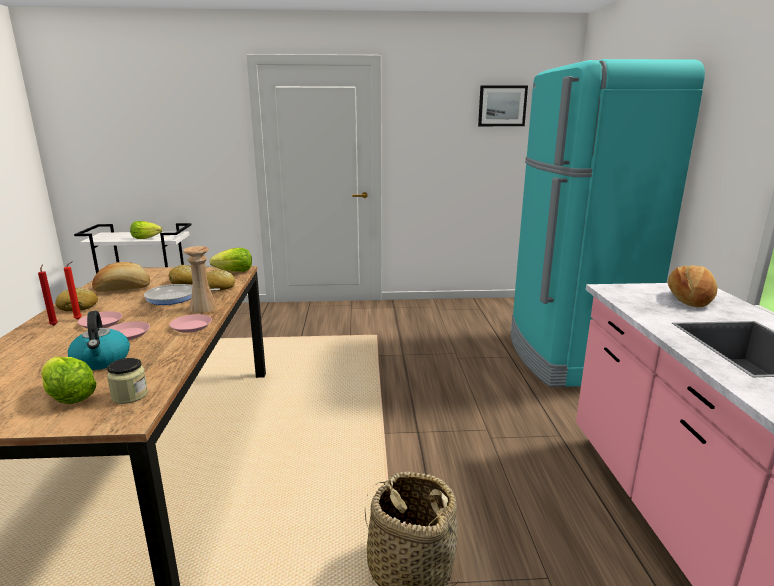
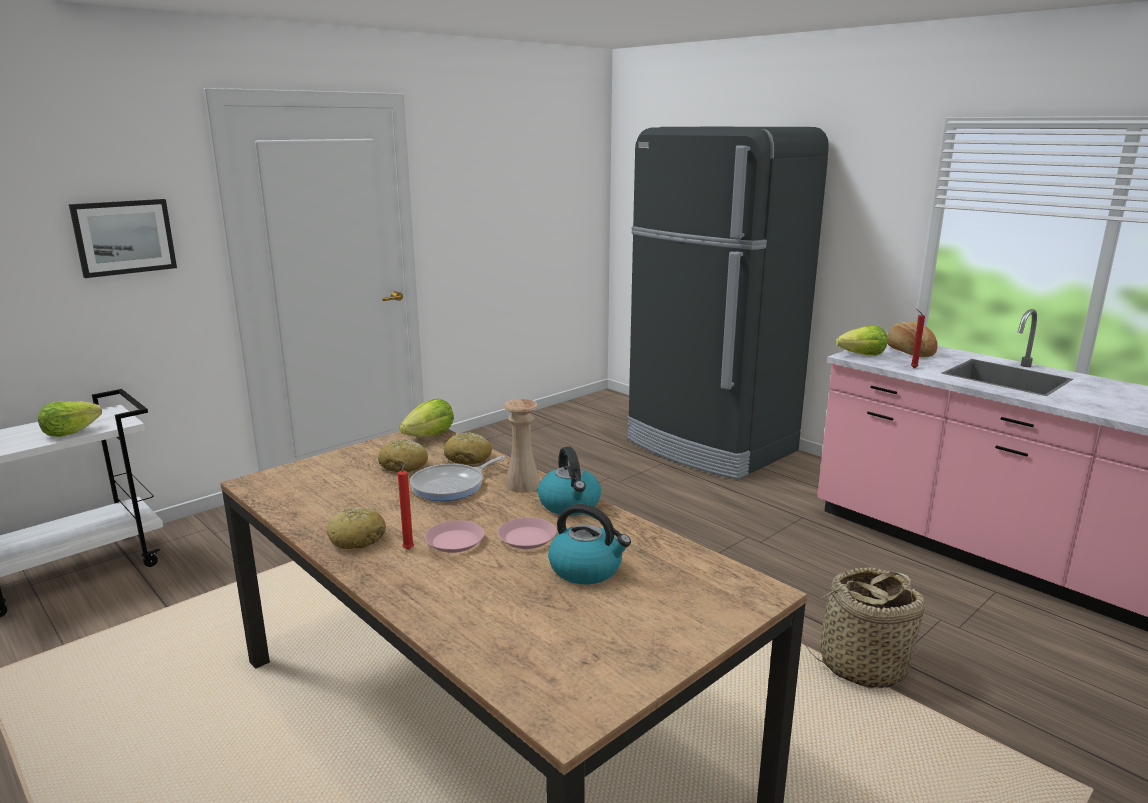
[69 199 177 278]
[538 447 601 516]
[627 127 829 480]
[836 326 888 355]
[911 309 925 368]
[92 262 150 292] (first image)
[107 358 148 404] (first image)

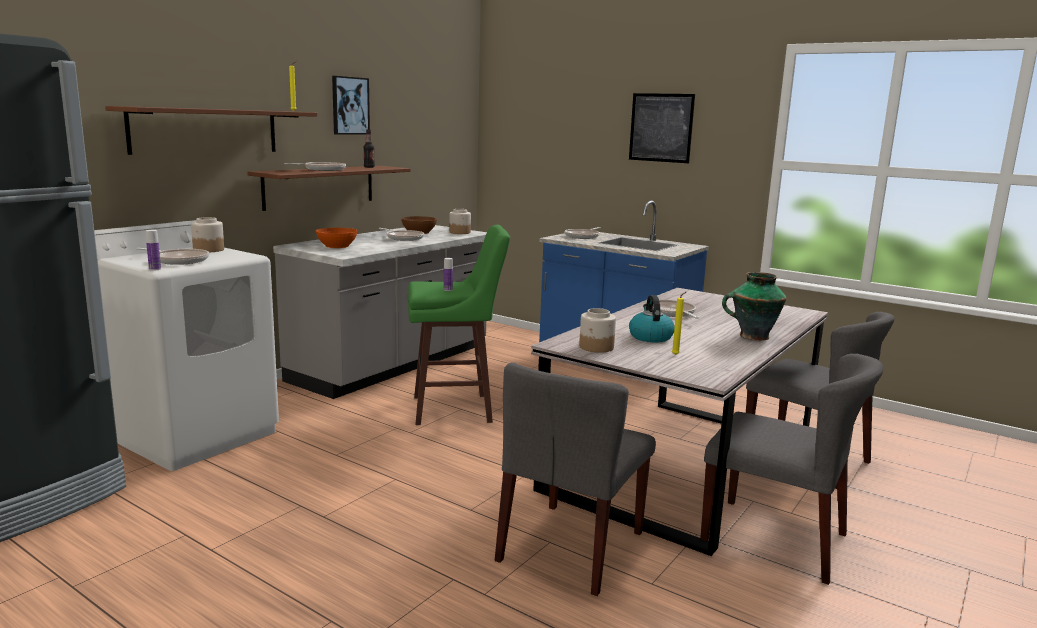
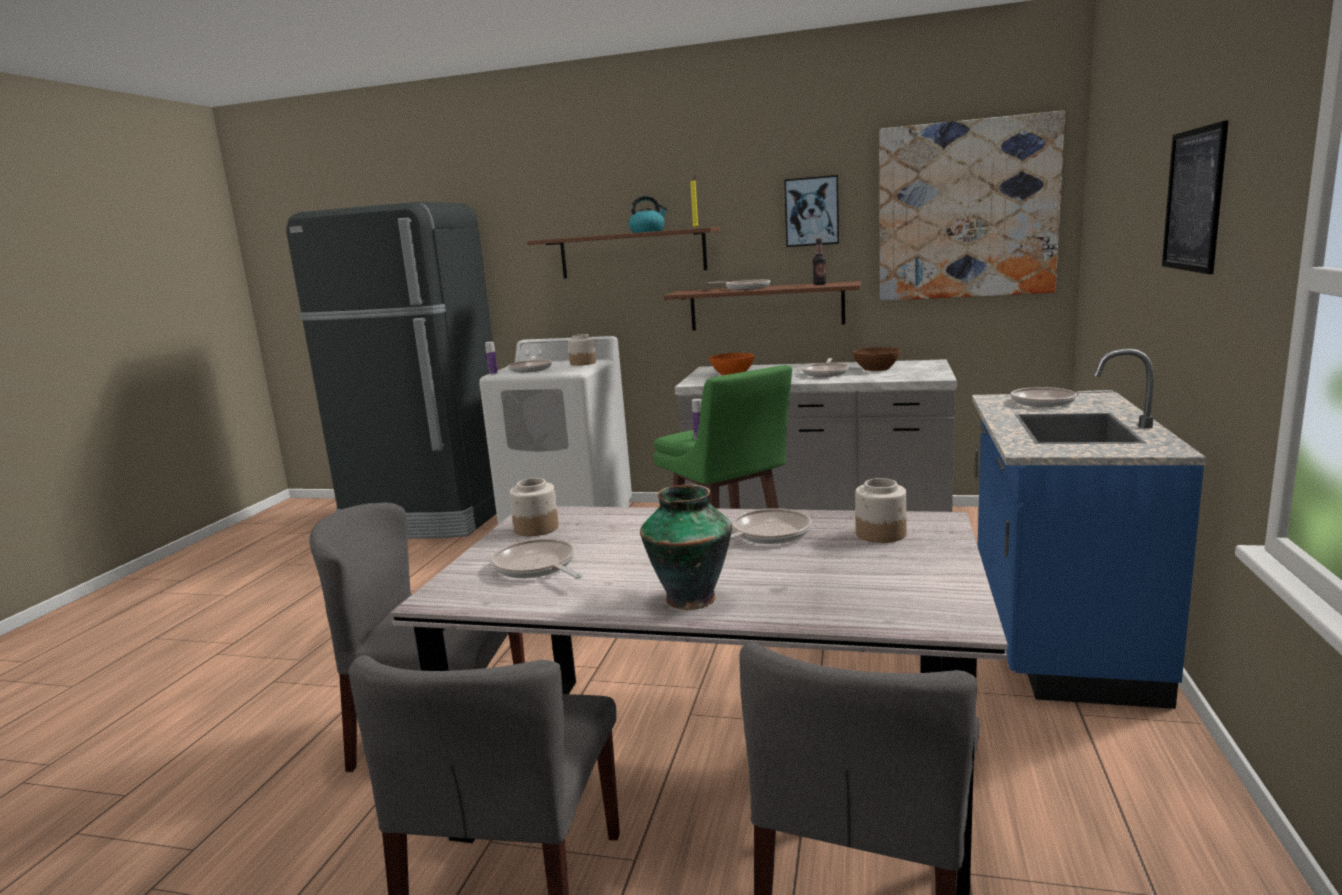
[491 538 583 579]
[628 196 668 233]
[855 478 907 543]
[879 111 1065 301]

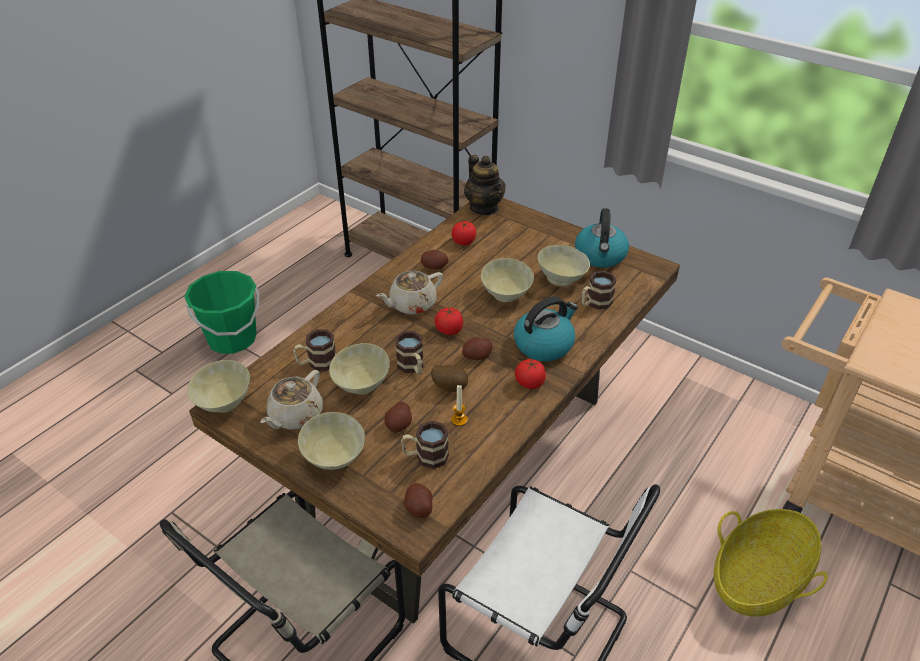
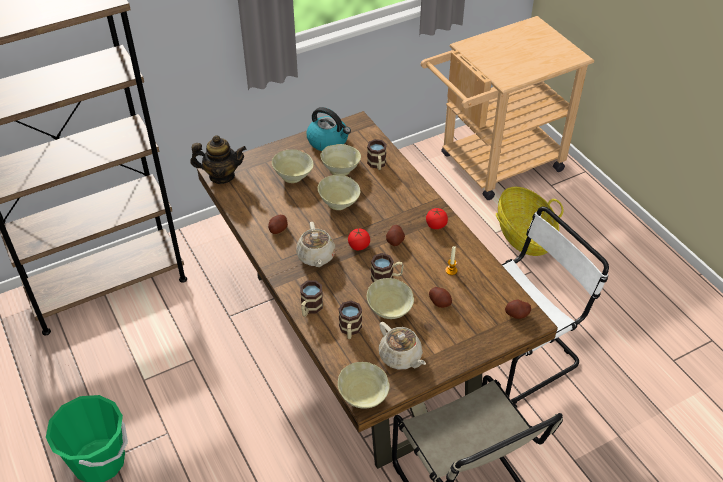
[272 149 314 183]
[300 280 323 317]
[431 365 468 392] (first image)
[452 221 476 245] (first image)
[514 296 578 361] (first image)

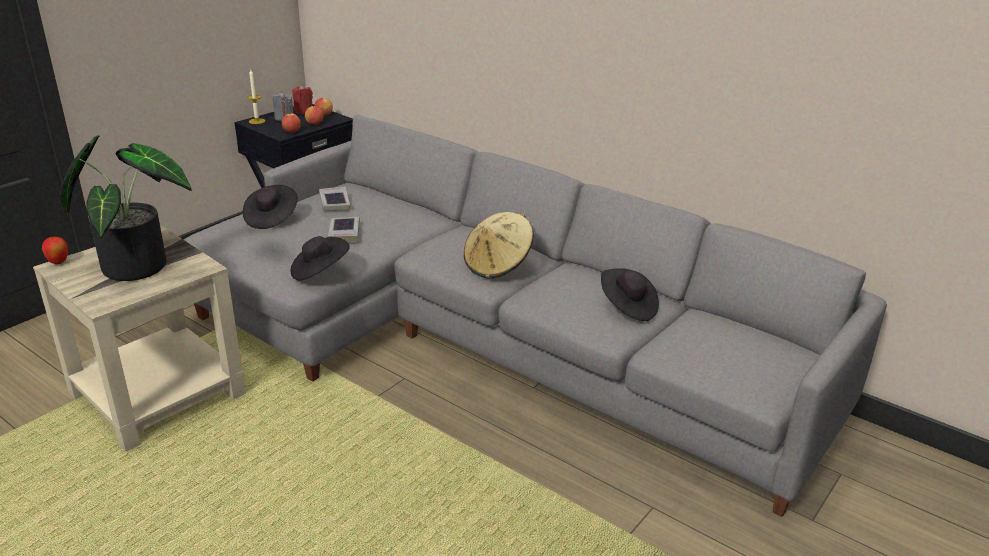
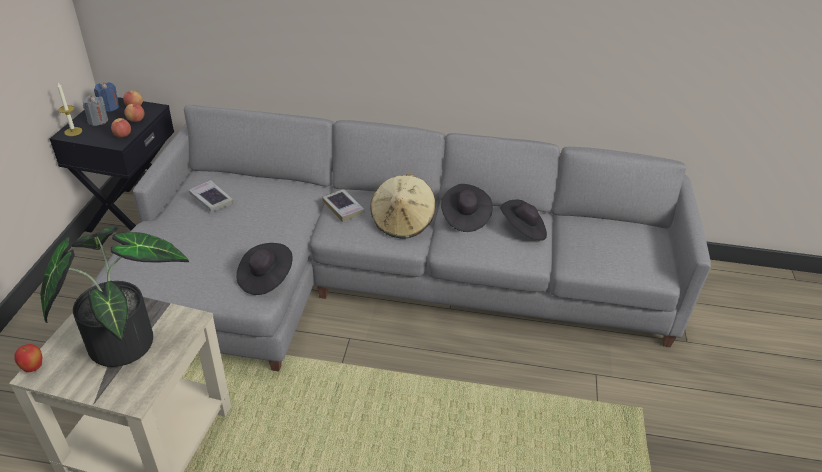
[94 82 119 112]
[322 189 365 222]
[441 184 493 232]

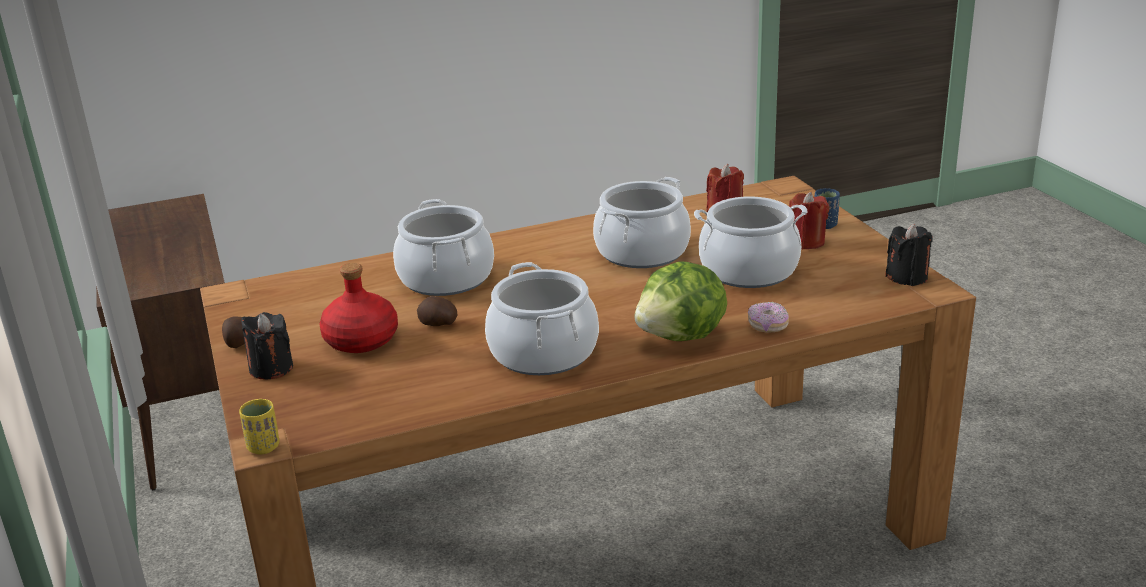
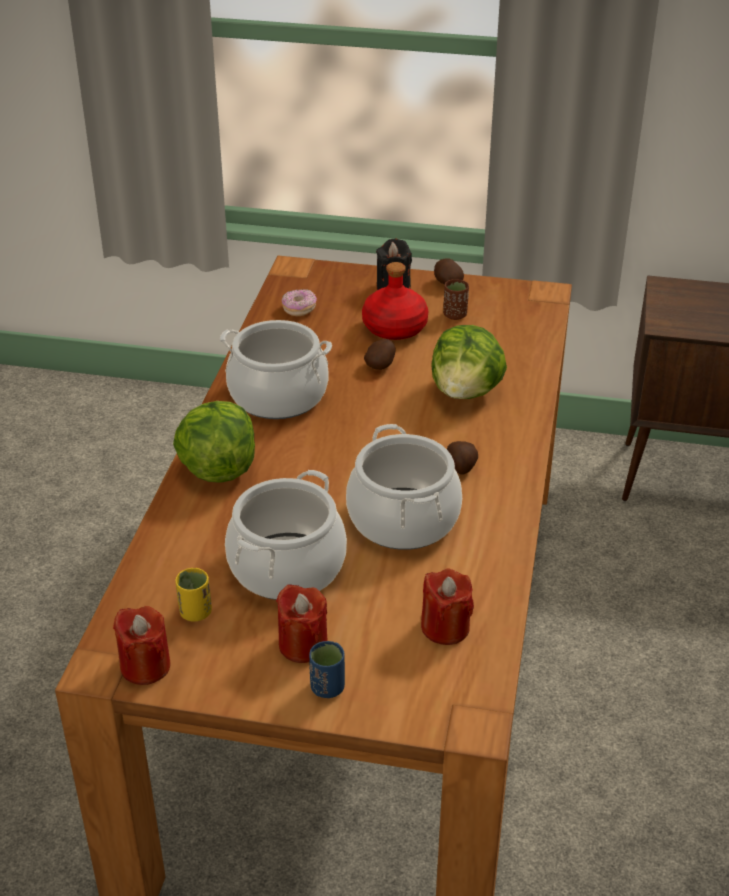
[113 606 171 685]
[175 568 212 622]
[282 289 317 316]
[431 325 507 399]
[443 279 469 320]
[447 441 478 475]

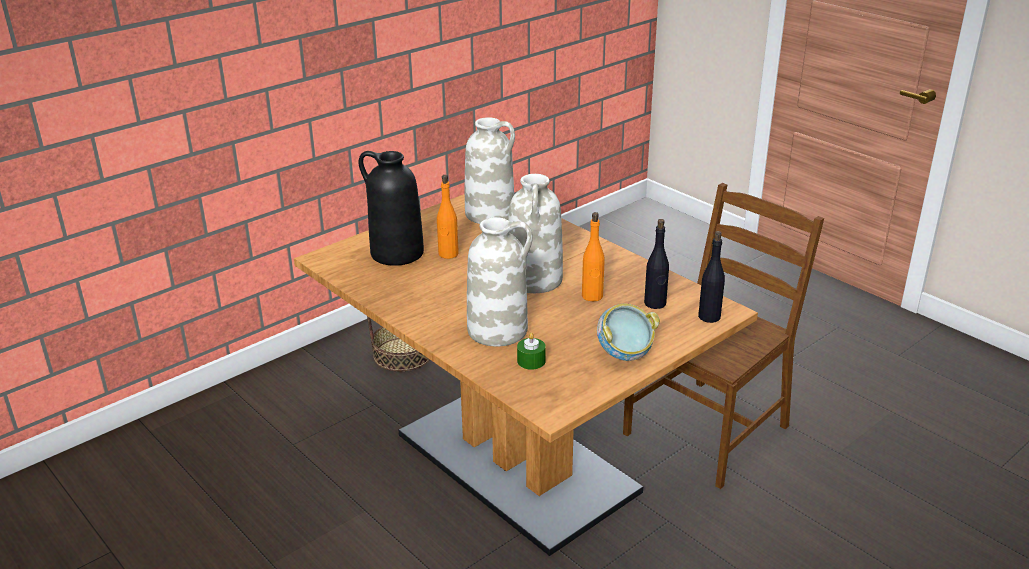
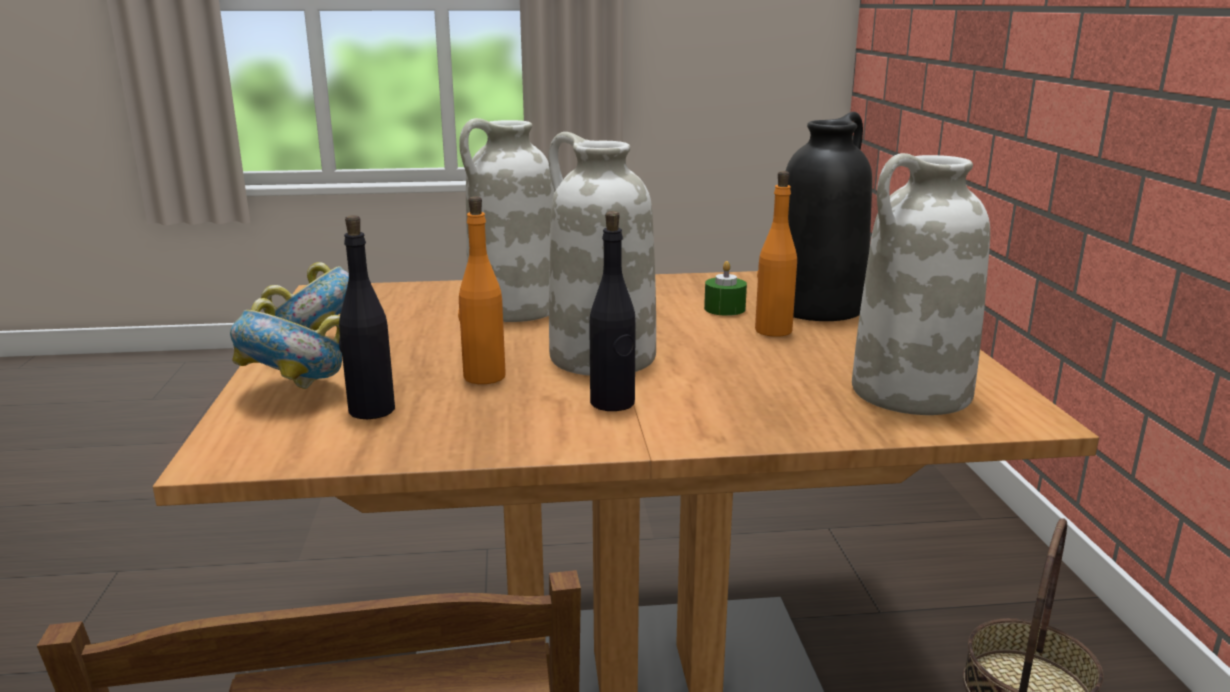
[230 298 342 389]
[589 211 636 411]
[704 261 747 316]

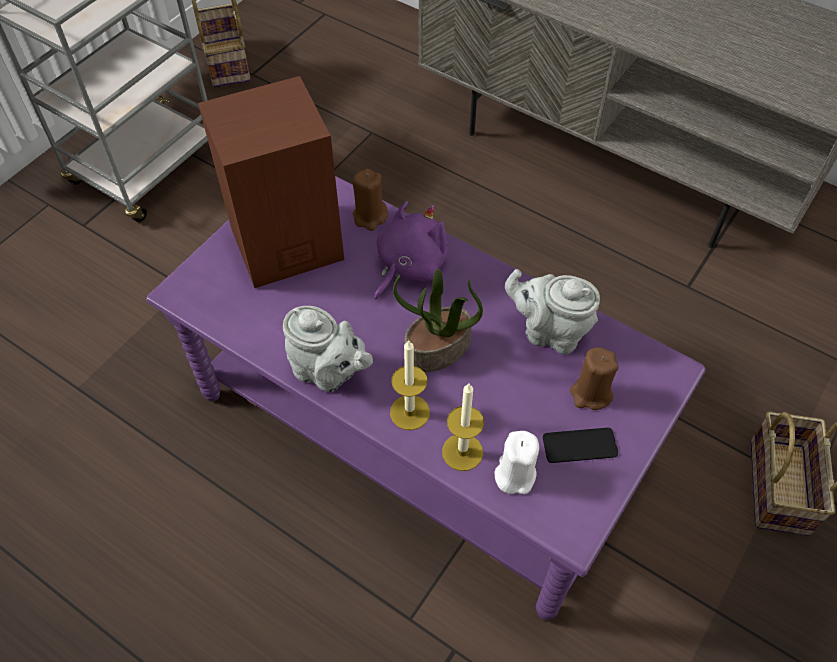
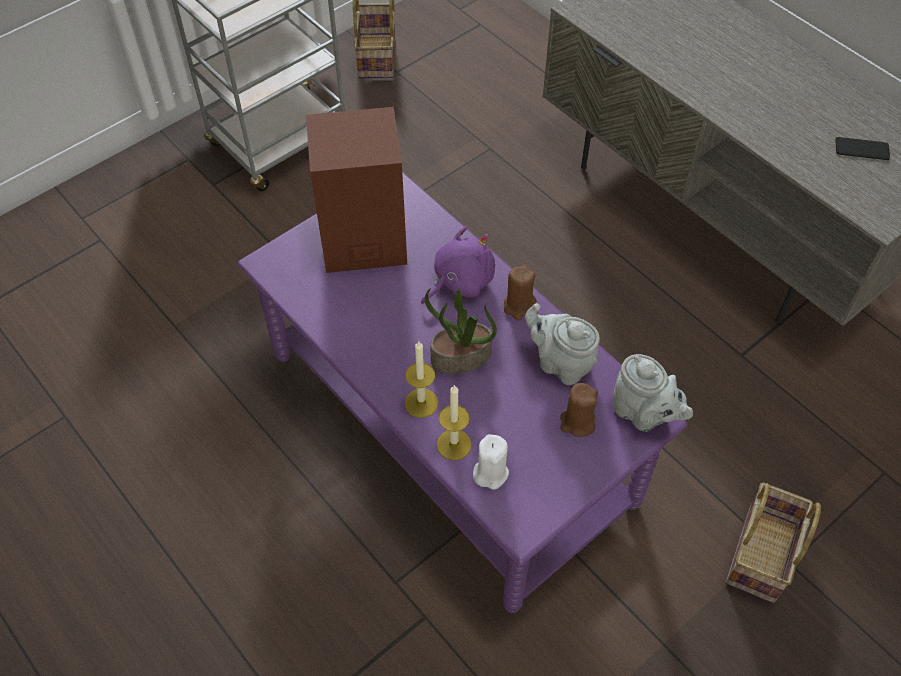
[504 266 537 320]
[614 354 693 432]
[835 137 890 160]

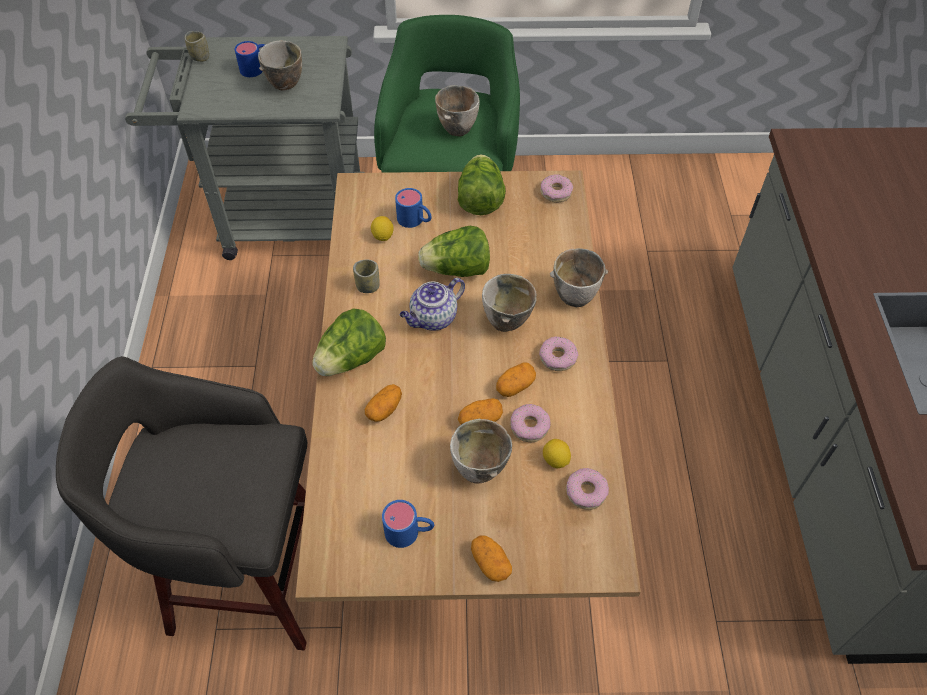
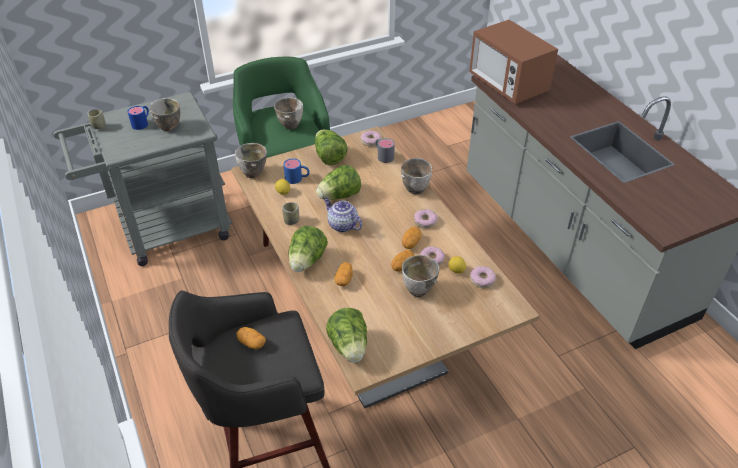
[235 143 267 178]
[236 327 266 349]
[324 197 362 232]
[326 308 367 363]
[375 138 395 163]
[469 20 558 104]
[382 500 434 548] (first image)

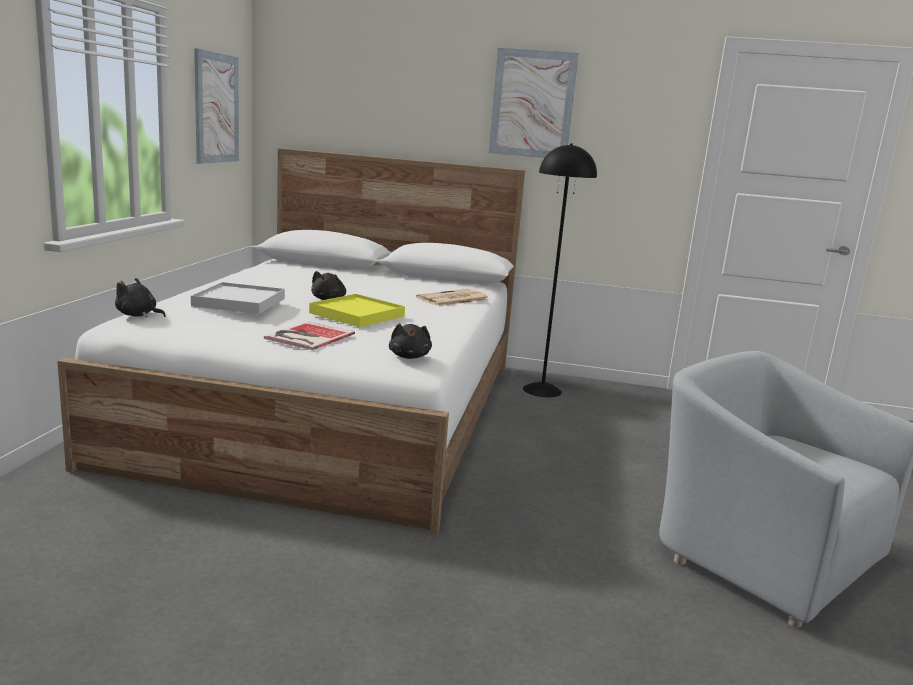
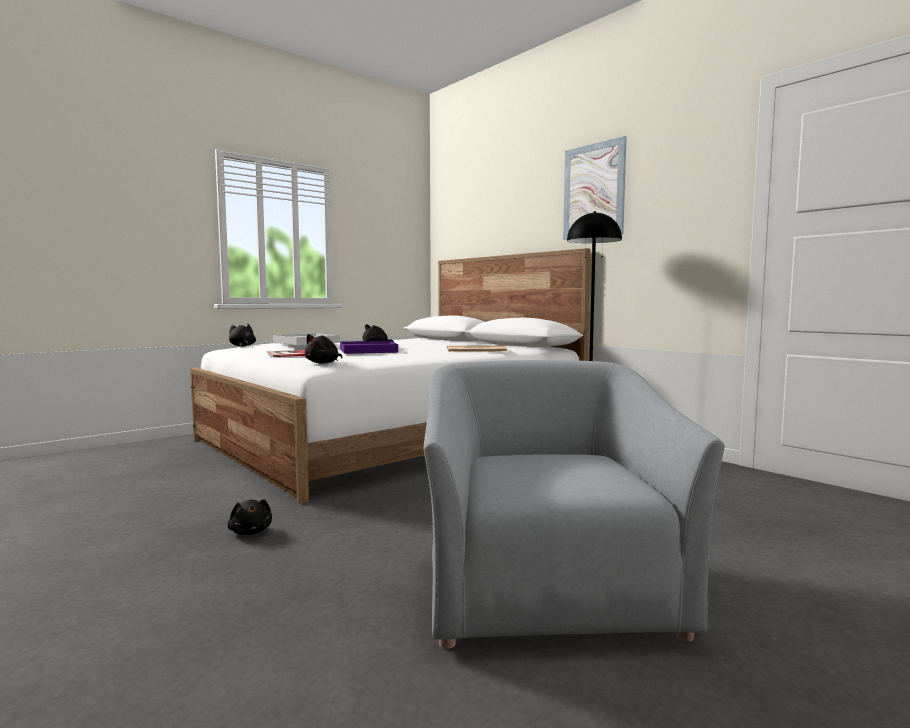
[227 499 272 535]
[340 341 398 354]
[194 48 239 164] (first image)

